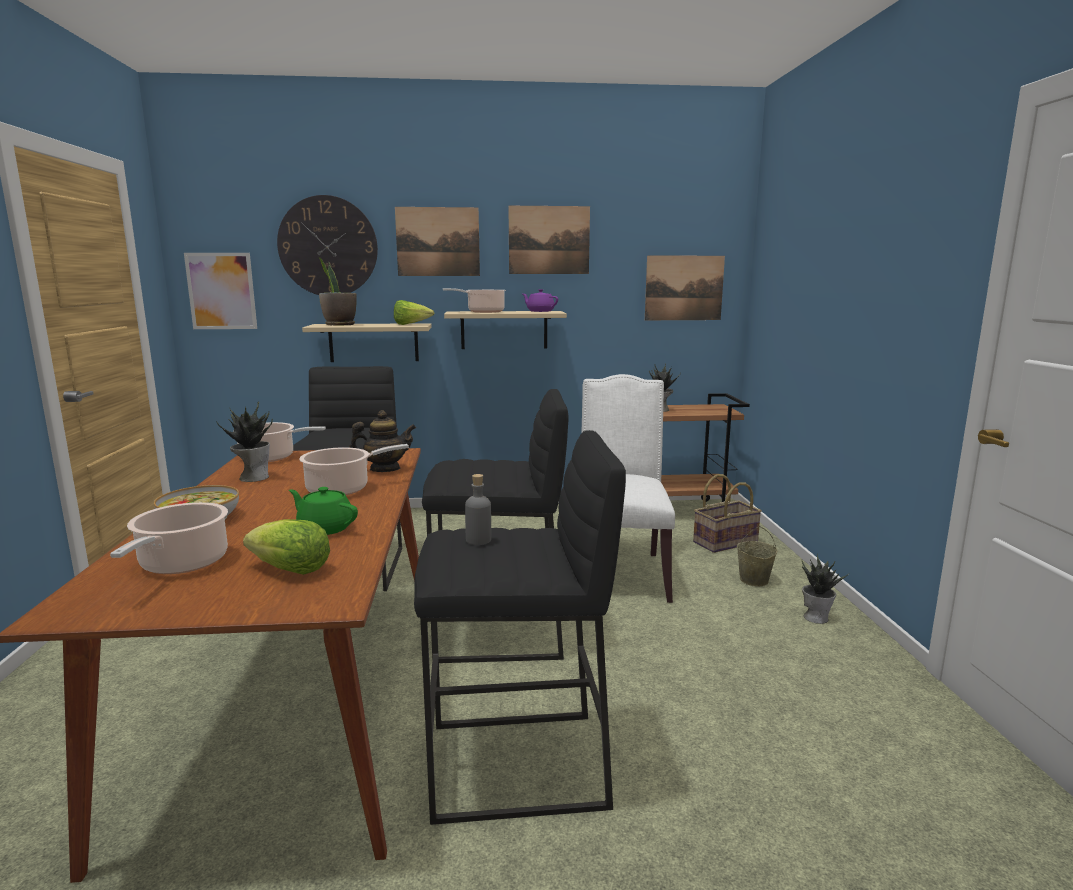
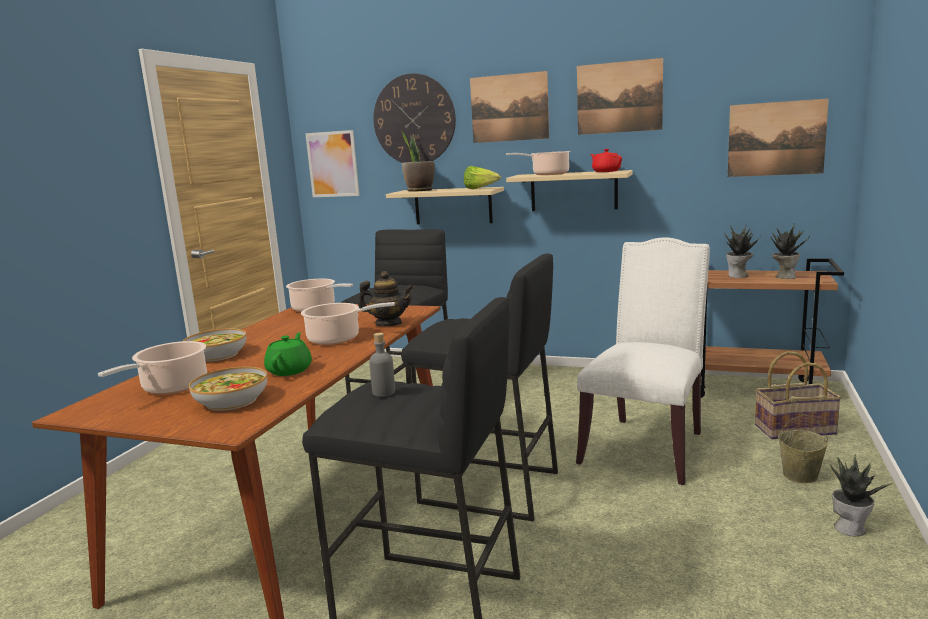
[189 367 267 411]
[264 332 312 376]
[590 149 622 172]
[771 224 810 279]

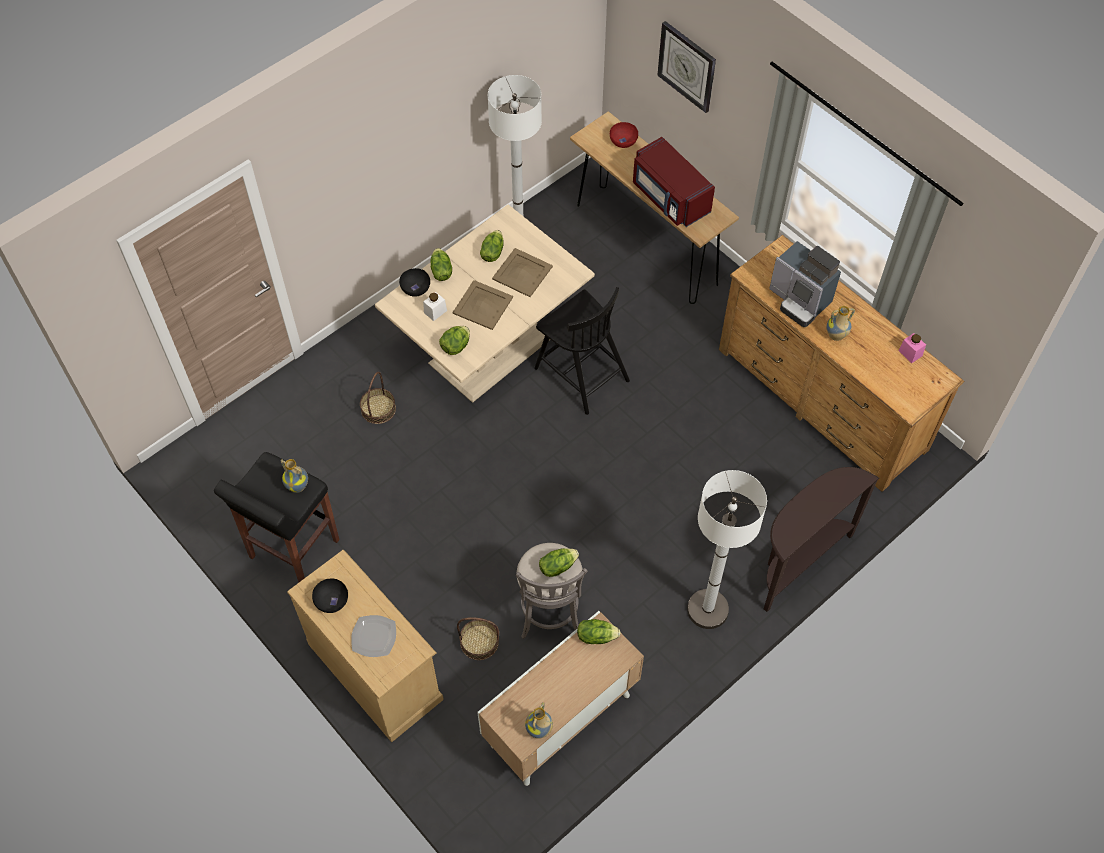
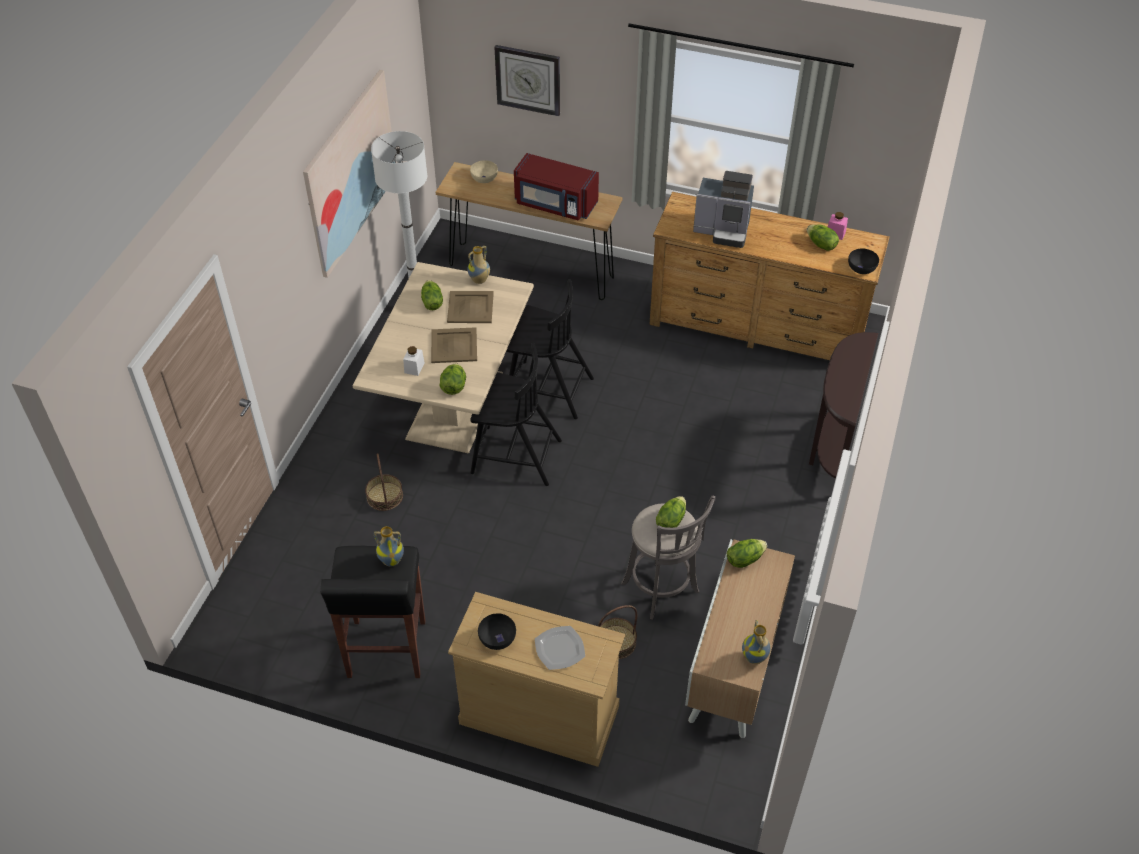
[303 70 395 278]
[468 246 490 284]
[470 160 498 183]
[470 343 562 486]
[807 224 839 251]
[848 248 879 274]
[687 470 767 629] (first image)

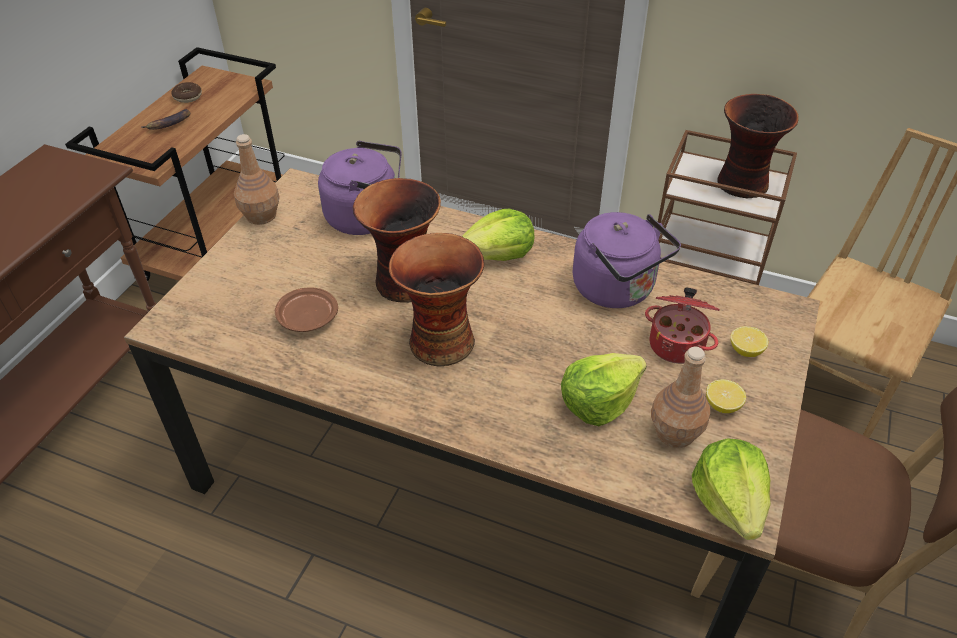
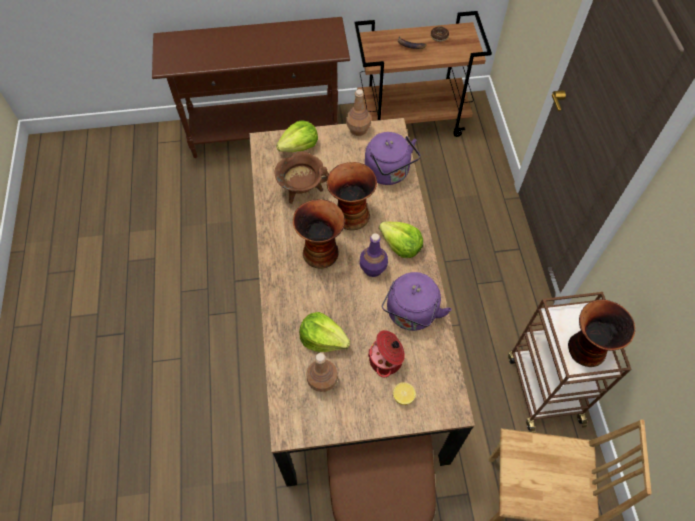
[275 152 329 204]
[276 120 318 152]
[359 233 388 277]
[706 379 746 413] (first image)

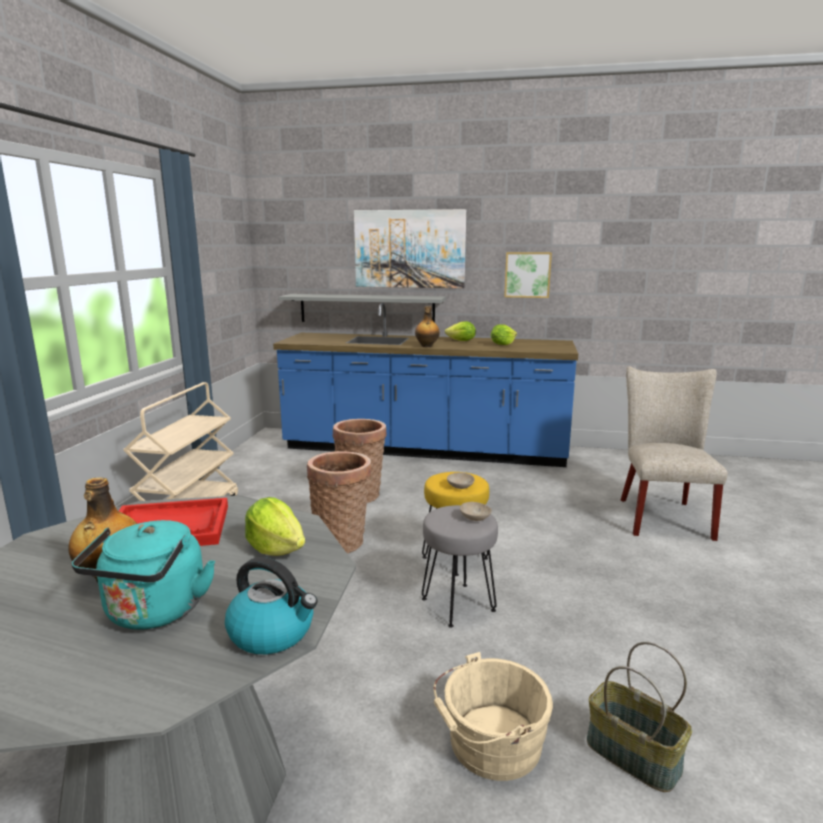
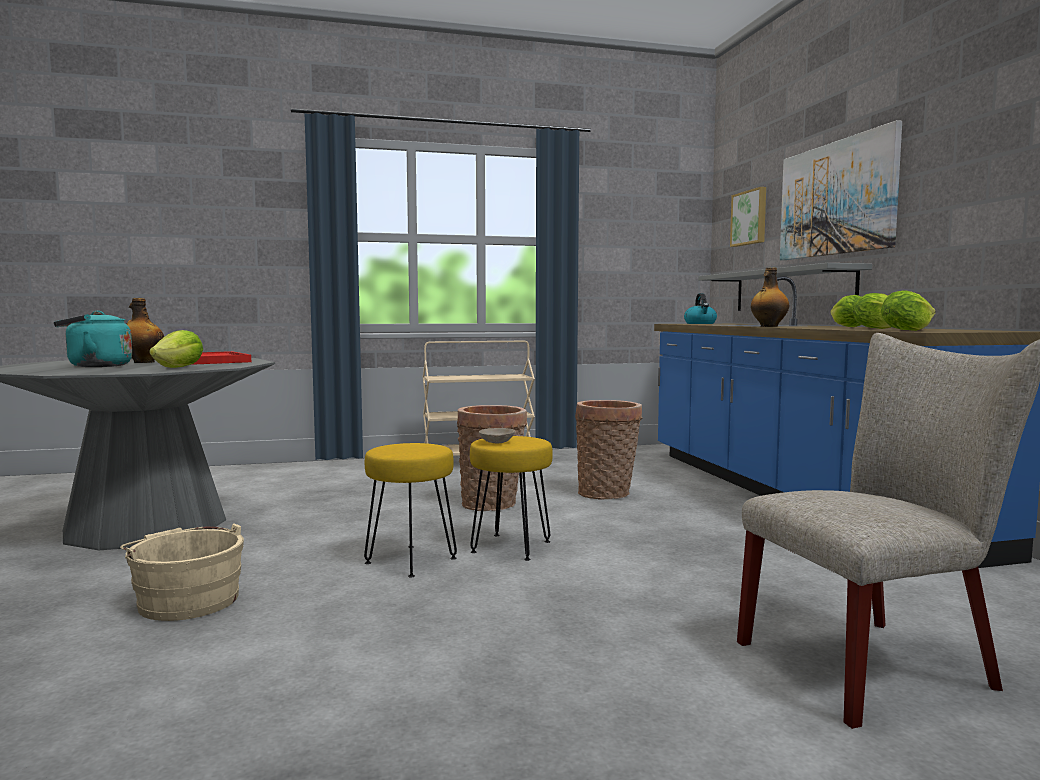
[364 443 457 578]
[684 293 717 324]
[730 187 766 247]
[881 290 936 331]
[460 502 492 521] (first image)
[587 642 692 792] (first image)

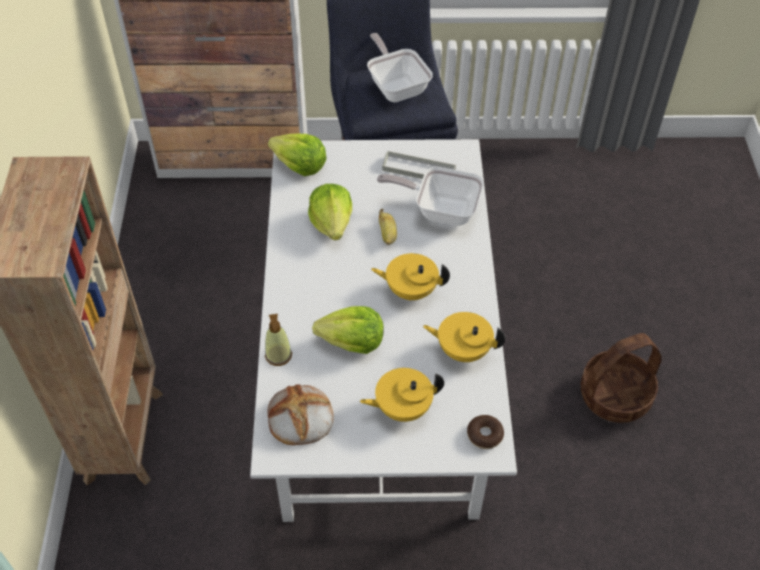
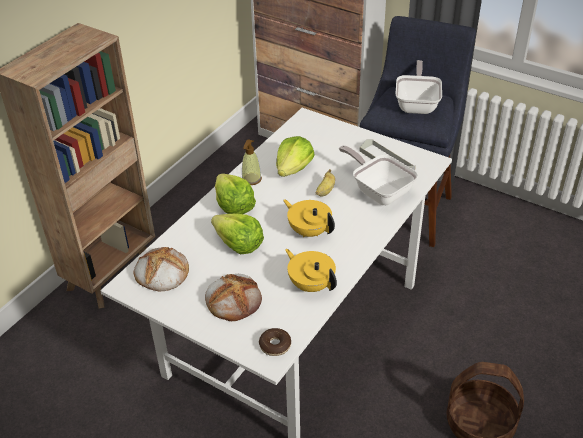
[205 274 262 321]
[215 173 256 214]
[242 139 262 185]

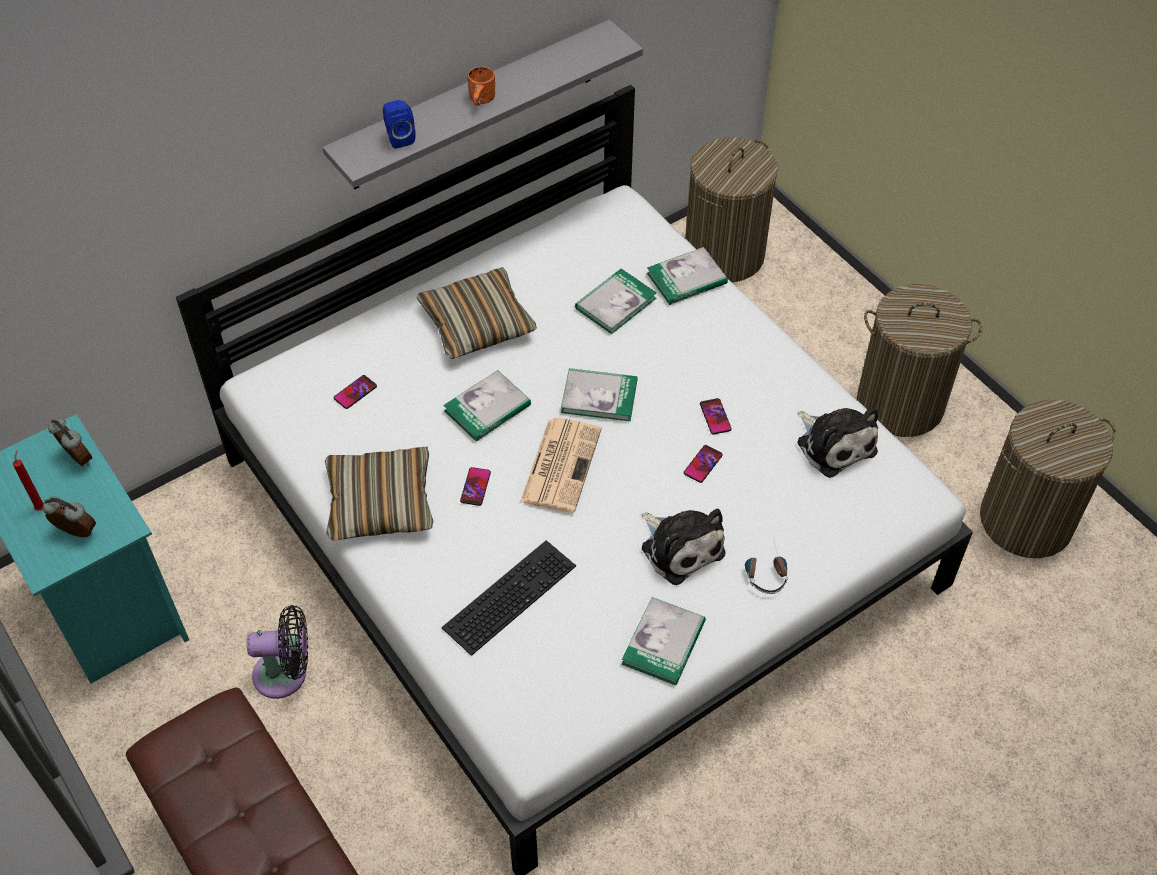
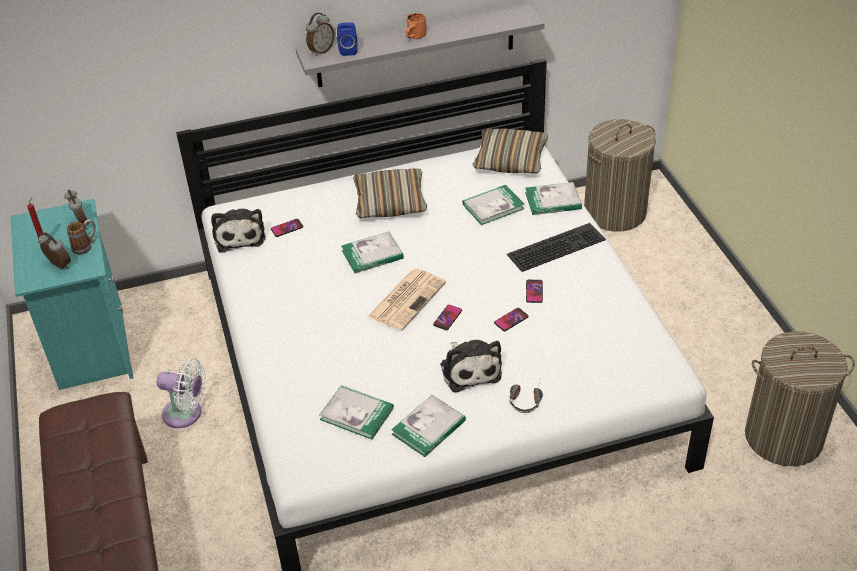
[67 219 96 254]
[157 358 206 428]
[211 209 266 253]
[306 13 334 56]
[319 385 394 440]
[433 305 462 330]
[473 128 548 173]
[507 223 606 272]
[857 284 982 437] (first image)

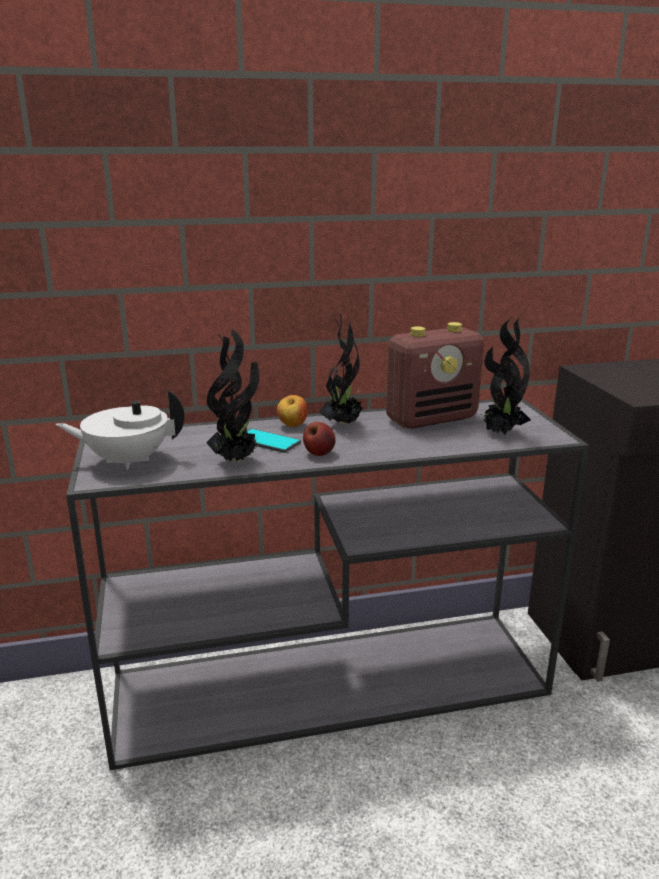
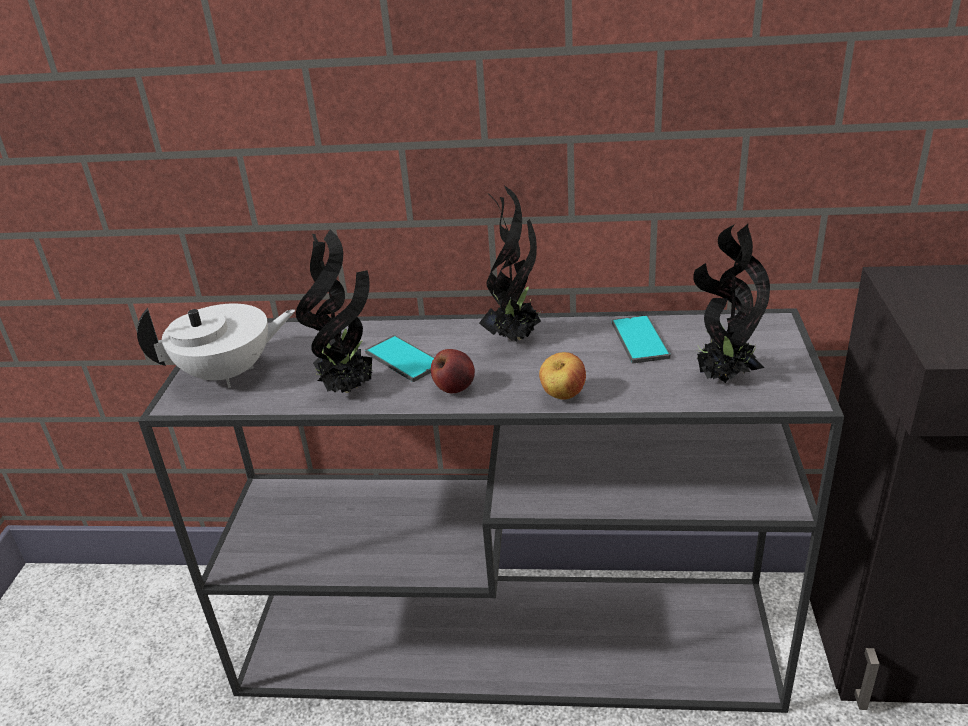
[137 304 295 388]
[539 352 586 399]
[612 315 671 363]

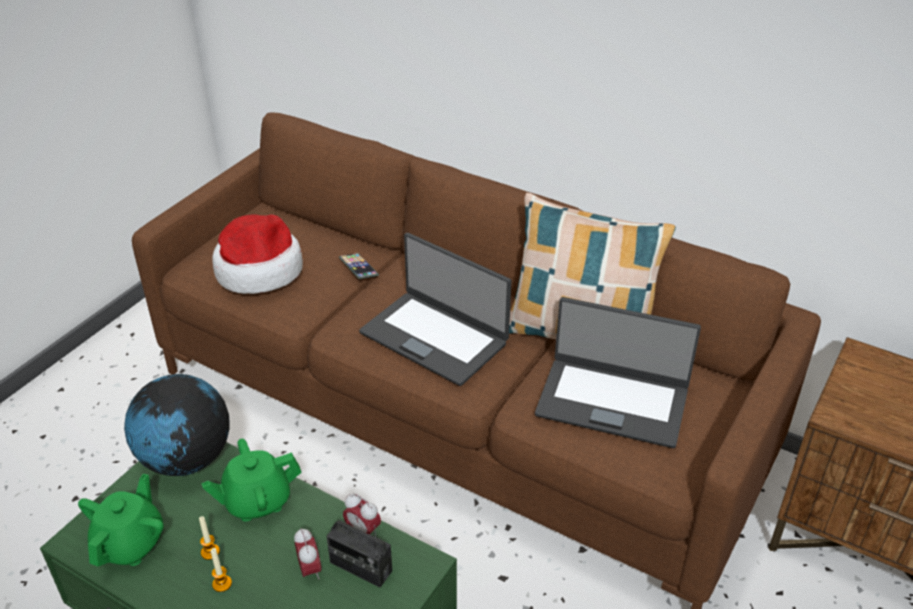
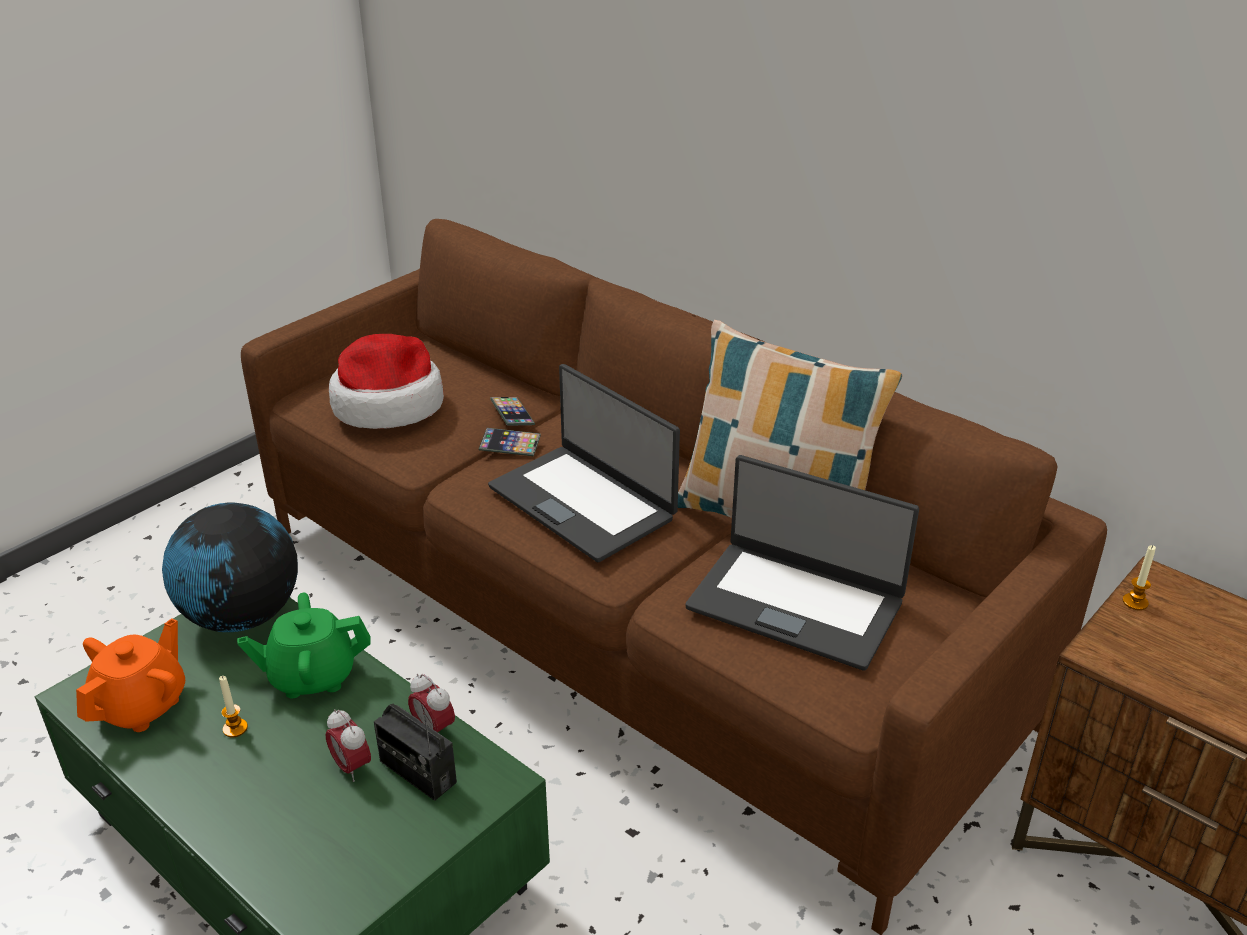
[76 618 185 732]
[326 709 371 782]
[479 428 541 456]
[1123 545 1156 610]

